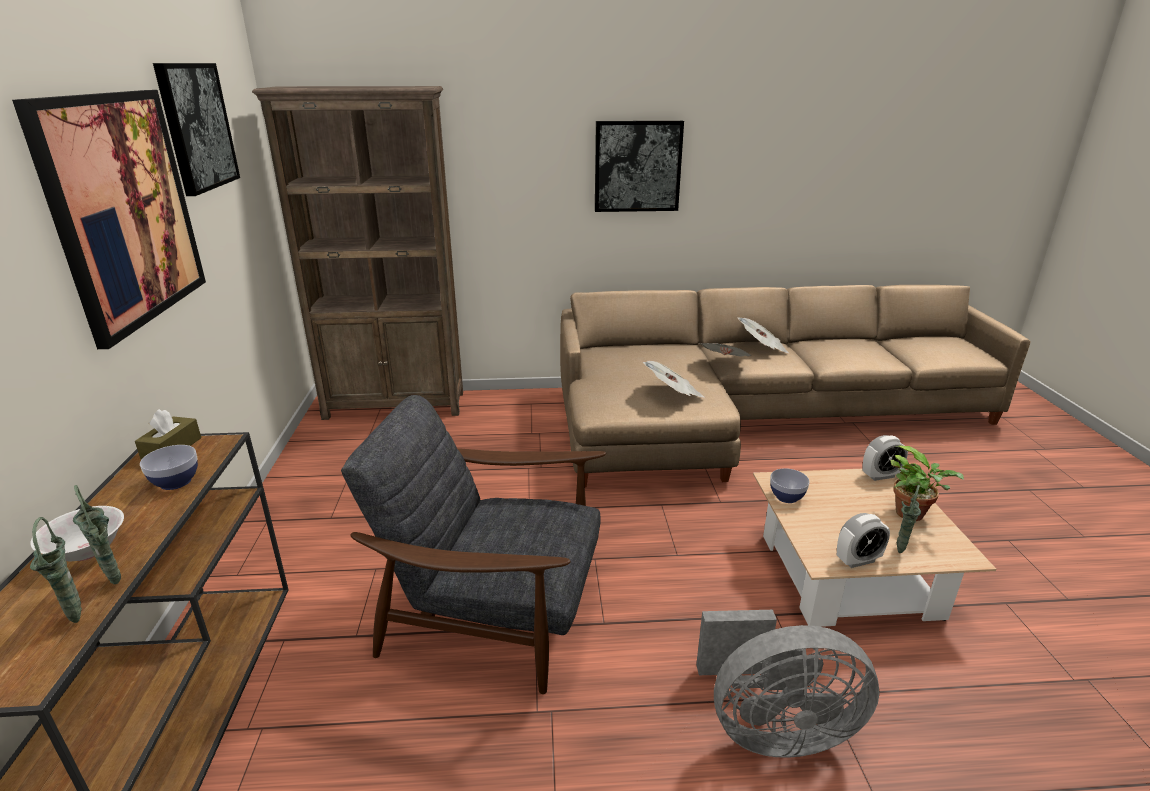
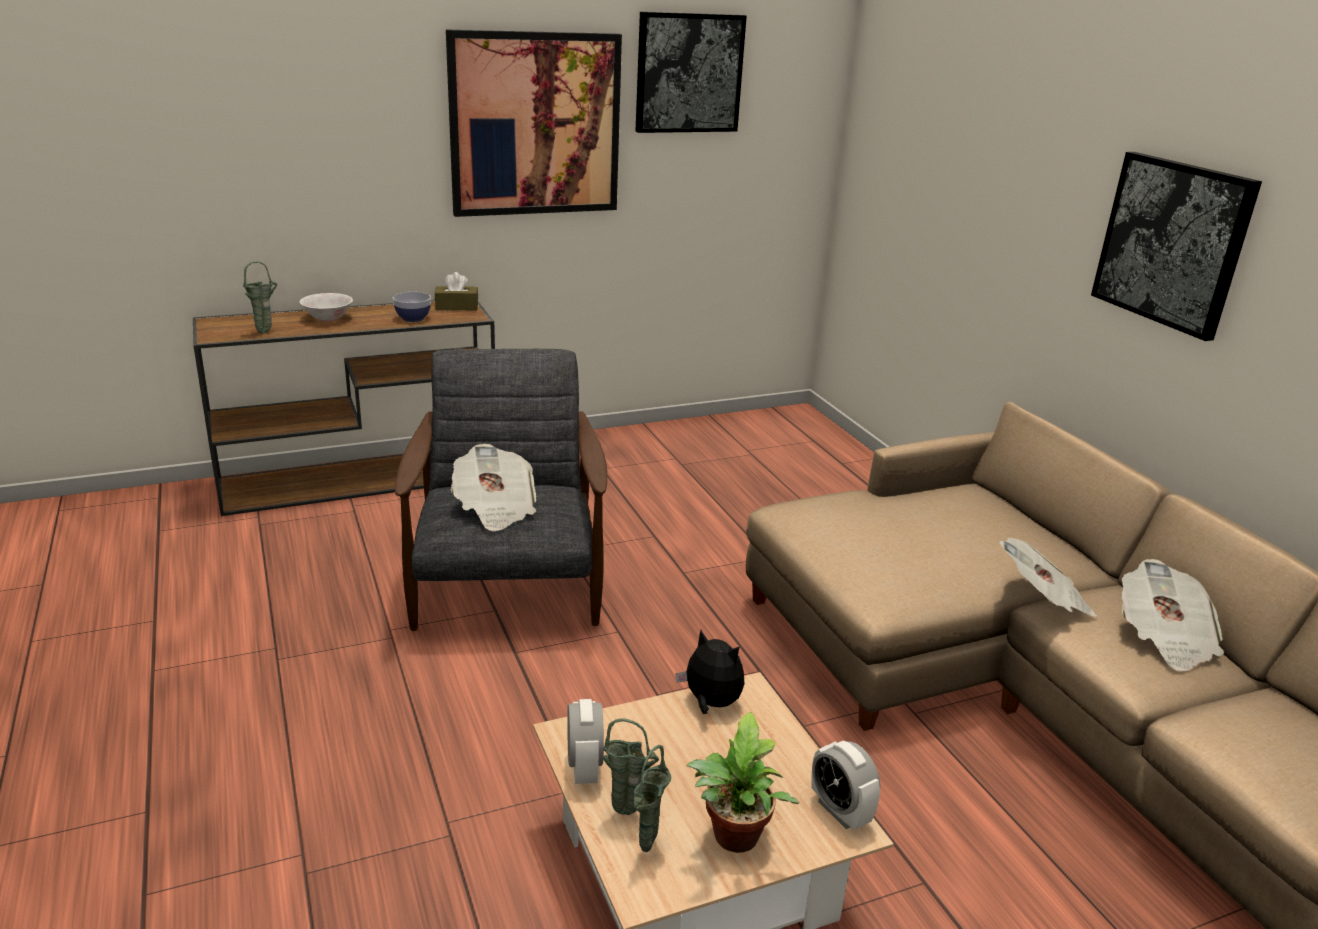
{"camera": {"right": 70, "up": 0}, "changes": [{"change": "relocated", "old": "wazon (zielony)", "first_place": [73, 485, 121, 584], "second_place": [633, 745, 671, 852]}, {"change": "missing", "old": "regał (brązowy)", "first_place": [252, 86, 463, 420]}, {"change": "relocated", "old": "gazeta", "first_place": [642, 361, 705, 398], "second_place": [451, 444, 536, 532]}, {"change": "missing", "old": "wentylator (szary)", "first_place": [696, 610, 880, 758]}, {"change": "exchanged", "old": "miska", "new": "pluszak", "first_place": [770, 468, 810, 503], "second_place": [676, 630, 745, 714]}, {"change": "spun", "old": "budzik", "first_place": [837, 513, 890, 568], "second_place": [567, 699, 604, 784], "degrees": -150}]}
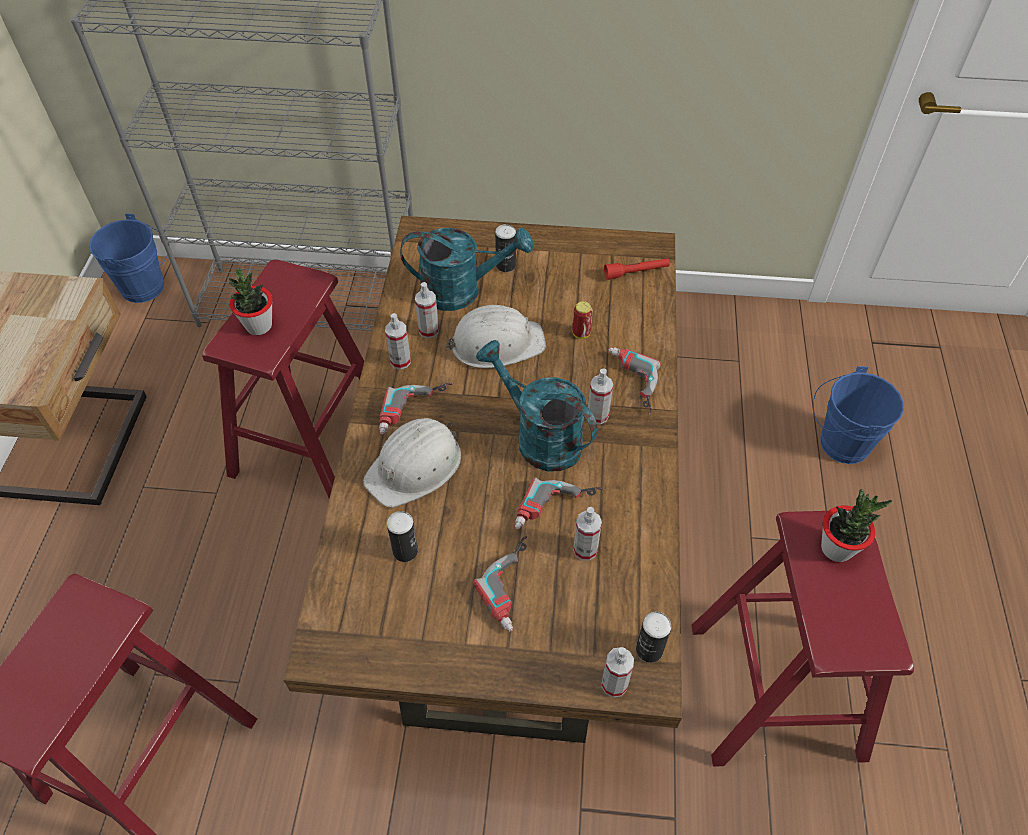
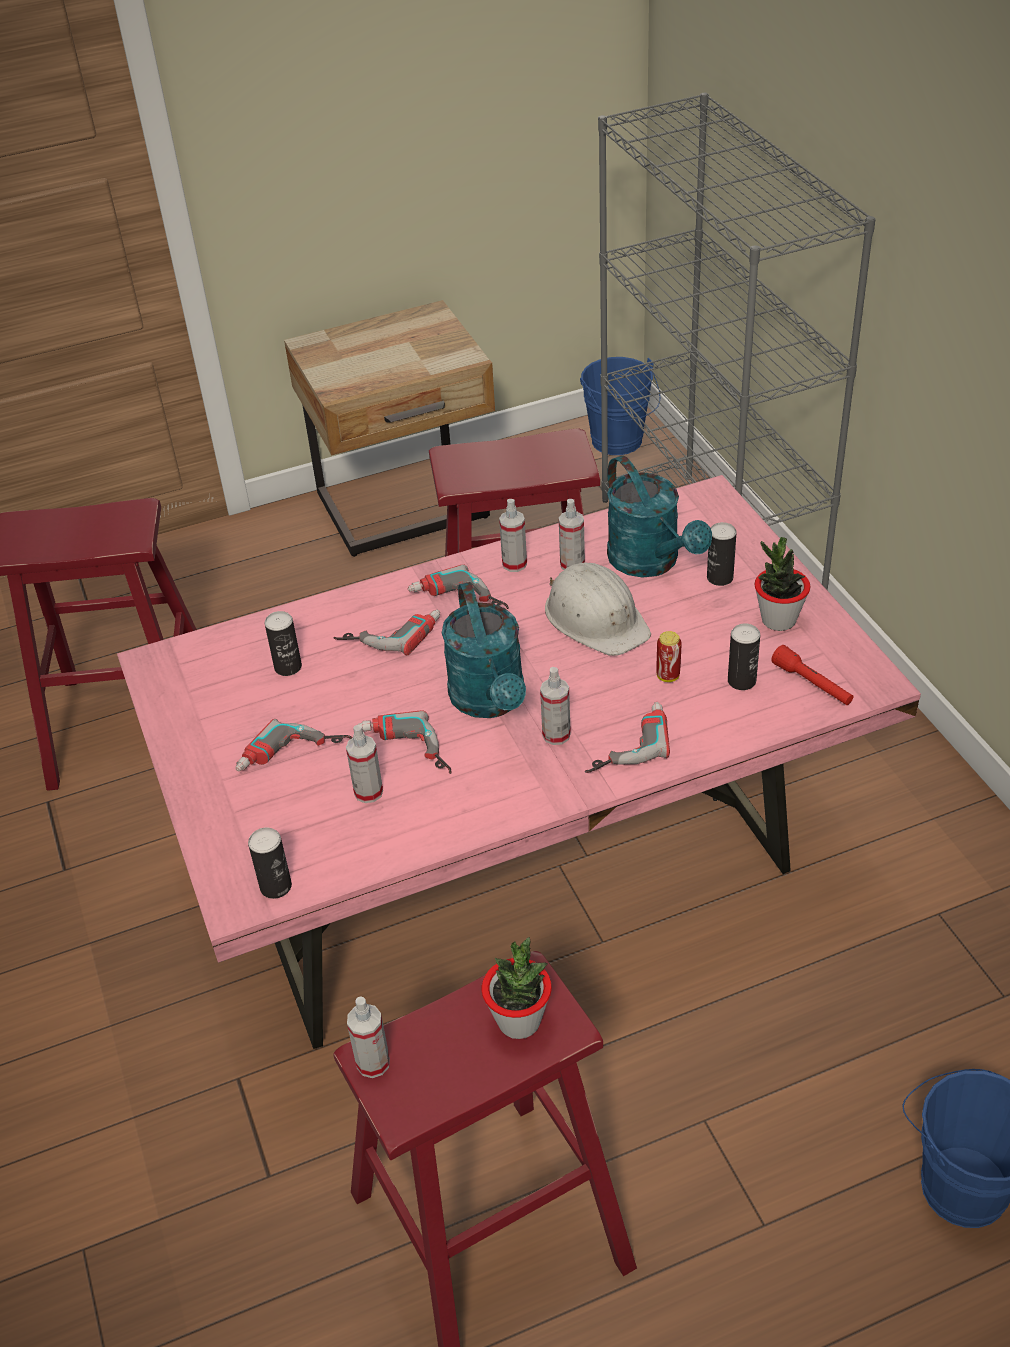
{"camera": {"right": 65, "up": -10}, "changes": [{"change": "relocated", "old": "roślina doniczkowa", "first_place": [229, 268, 273, 335], "second_place": [755, 537, 810, 631]}, {"change": "colour", "old": "stół jadalny (brązowy)", "new": "stół jadalny (różowy)", "first_place": [283, 216, 682, 743], "second_place": [117, 475, 921, 1049]}, {"change": "exchanged", "old": "kask (biały)", "new": "wiertarka", "first_place": [363, 418, 461, 508], "second_place": [333, 610, 440, 655]}, {"change": "spun", "old": "konewka (turkusowy)", "first_place": [476, 340, 598, 472], "second_place": [442, 582, 526, 718], "degrees": 150}, {"change": "relocated", "old": "spryskiwacz", "first_place": [601, 647, 634, 697], "second_place": [347, 996, 390, 1078]}, {"change": "appeared", "new": "puszka", "second_place": [728, 623, 760, 690]}]}
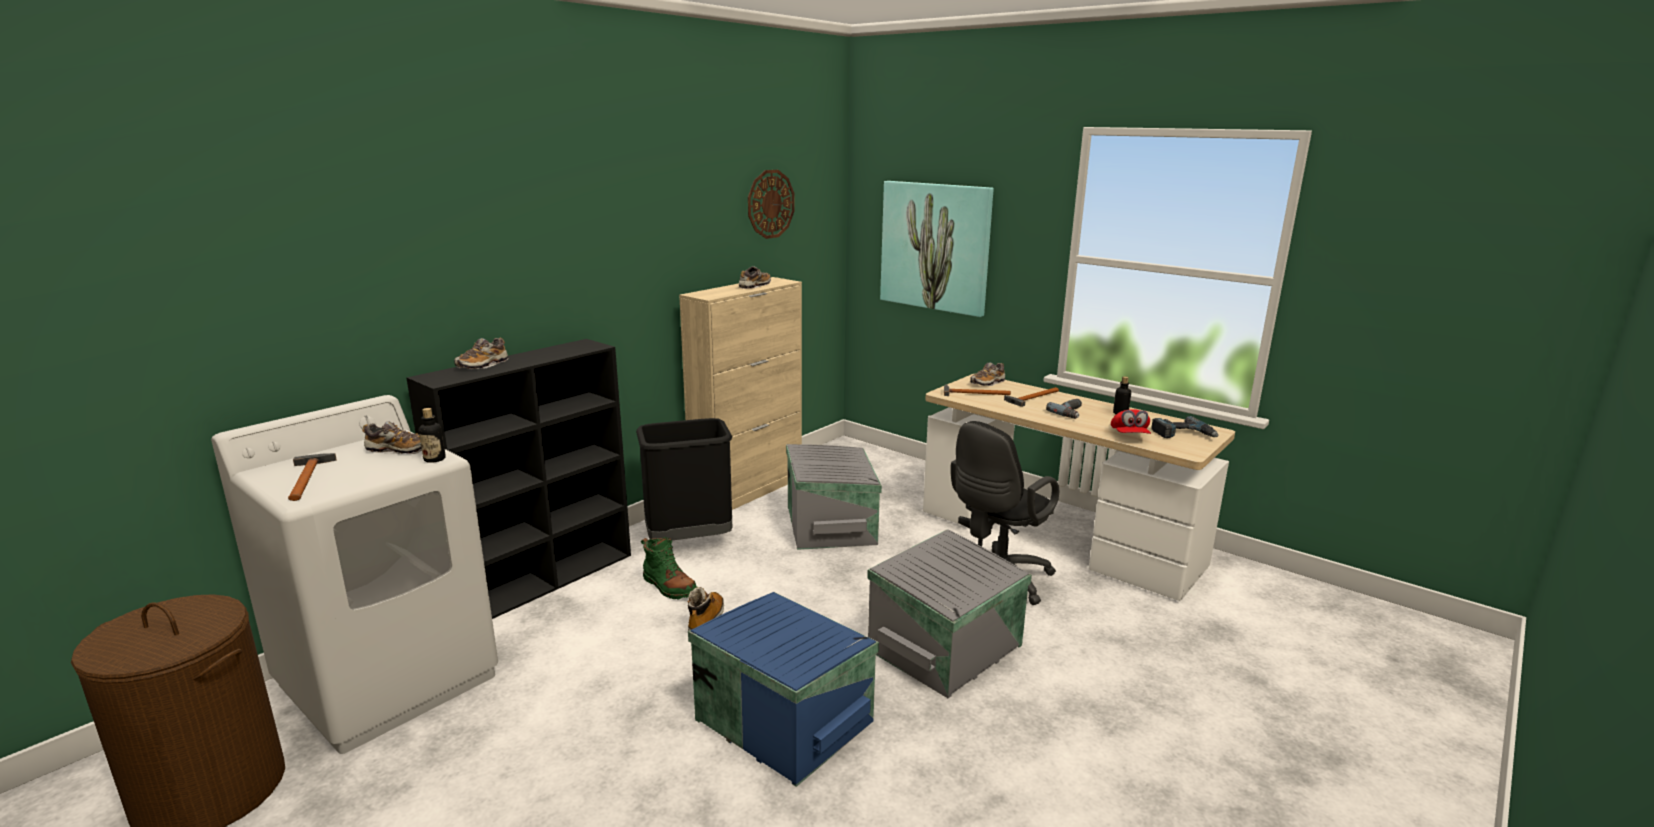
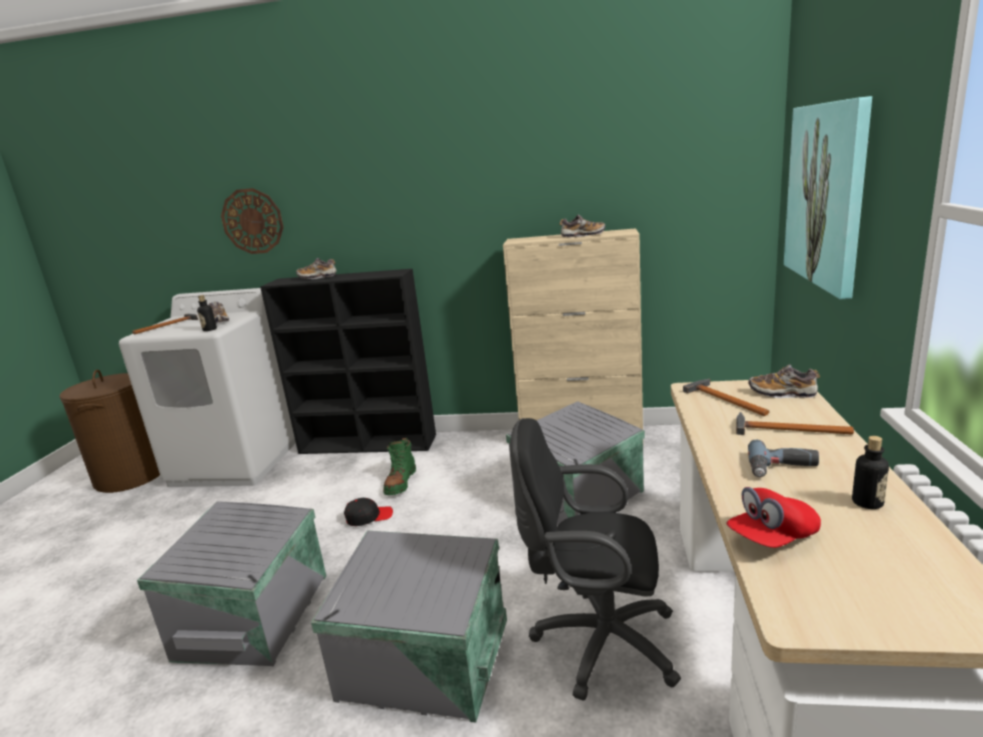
{"camera": {"right": 60, "up": 0}, "changes": [{"change": "missing", "old": "kosz na śmieci (czarny)", "first_place": [636, 418, 732, 540]}, {"change": "exchanged", "old": "but z cholewką", "new": "czapka z daszkiem (czarny)", "first_place": [688, 587, 724, 631], "second_place": [344, 498, 393, 526]}, {"change": "colour", "old": "pojemnik do przechowywania (niebieski)", "new": "pojemnik do przechowywania (szary)", "first_place": [688, 592, 879, 787], "second_place": [137, 501, 326, 666]}, {"change": "relocated", "old": "zegar ścienny", "first_place": [748, 170, 795, 239], "second_place": [221, 188, 284, 254]}, {"change": "missing", "old": "wiertarka", "first_place": [1151, 416, 1218, 438]}]}
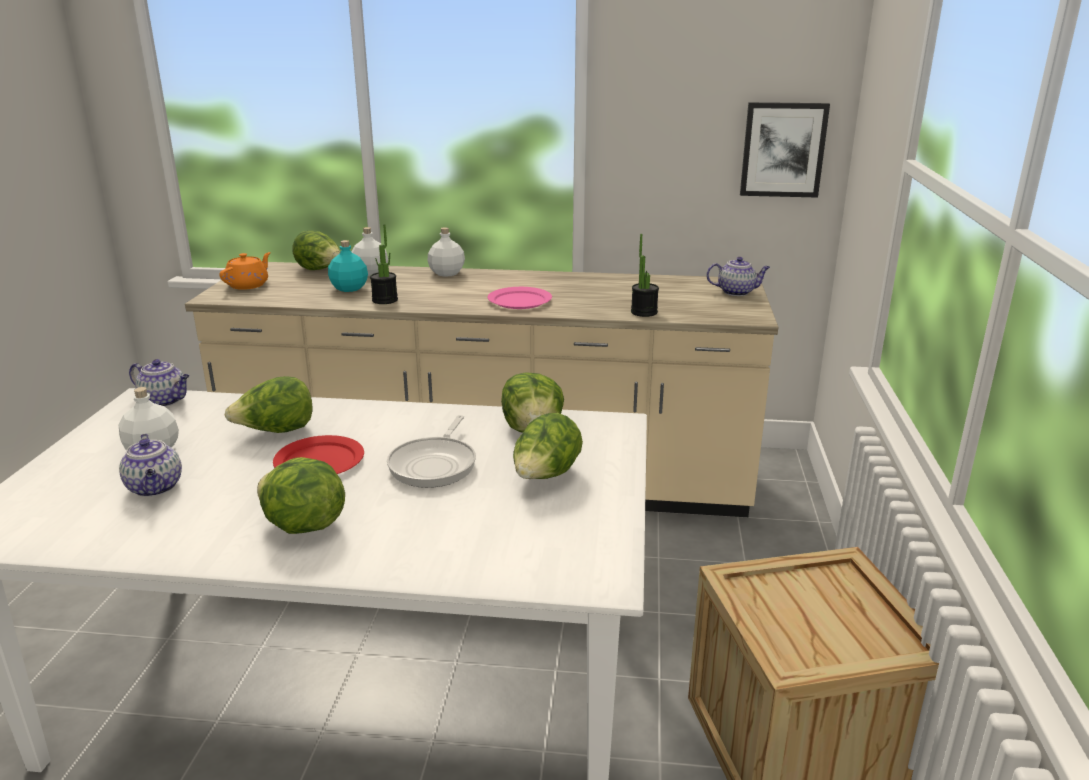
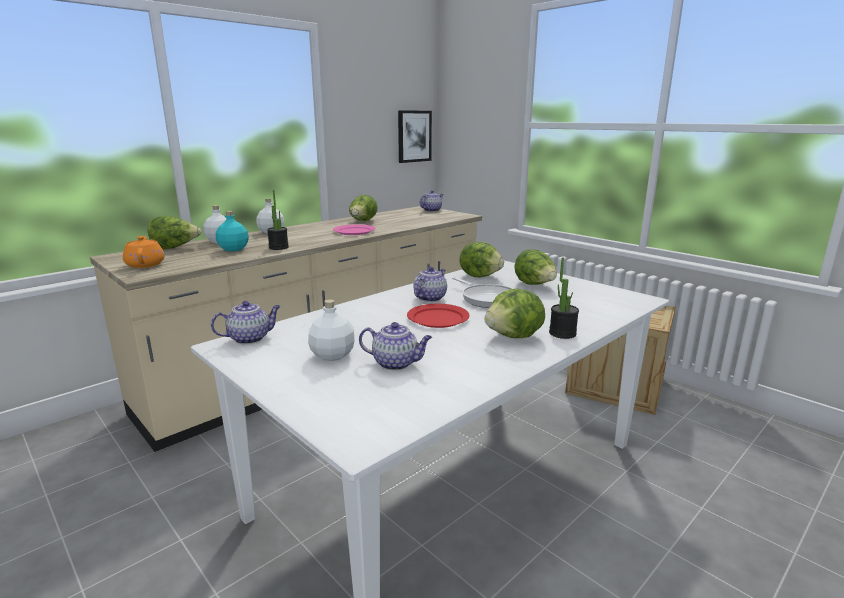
{"camera": {"right": -50, "up": -5}, "changes": [{"change": "relocated", "old": "sałata", "first_place": [224, 376, 313, 433], "second_place": [349, 195, 378, 221]}, {"change": "relocated", "old": "roślina doniczkowa", "first_place": [631, 234, 659, 317], "second_place": [549, 258, 579, 339]}, {"change": "appeared", "new": "imbryk", "second_place": [413, 267, 447, 302]}]}
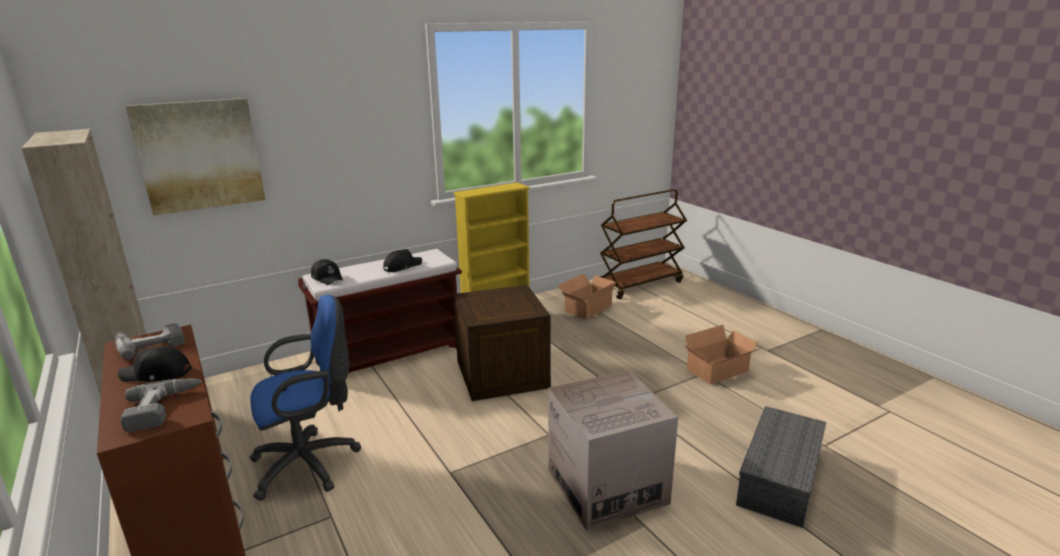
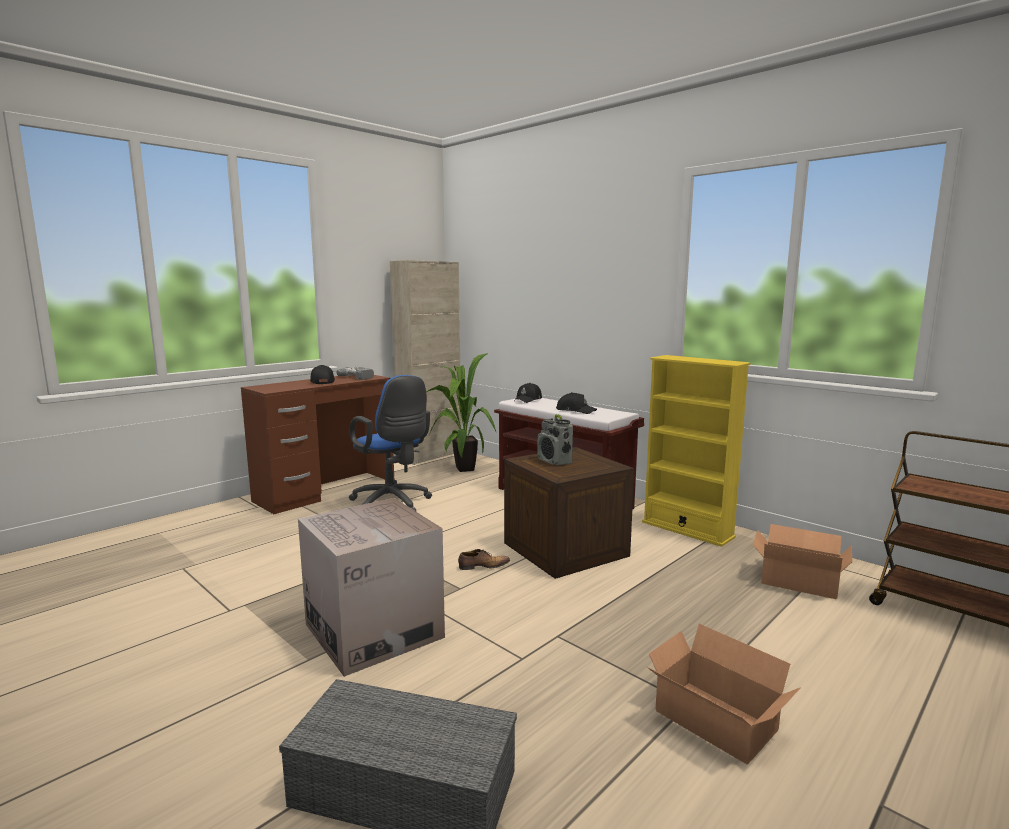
{"camera": {"right": 75, "up": -10}, "changes": [{"change": "missing", "old": "wiertarka", "first_place": [120, 378, 202, 432]}, {"change": "missing", "old": "obraz", "first_place": [126, 98, 265, 215]}, {"change": "appeared", "new": "roślina doniczkowa", "second_place": [426, 354, 496, 472]}, {"change": "appeared", "new": "but", "second_place": [458, 549, 510, 570]}, {"change": "appeared", "new": "radio", "second_place": [537, 414, 573, 465]}]}
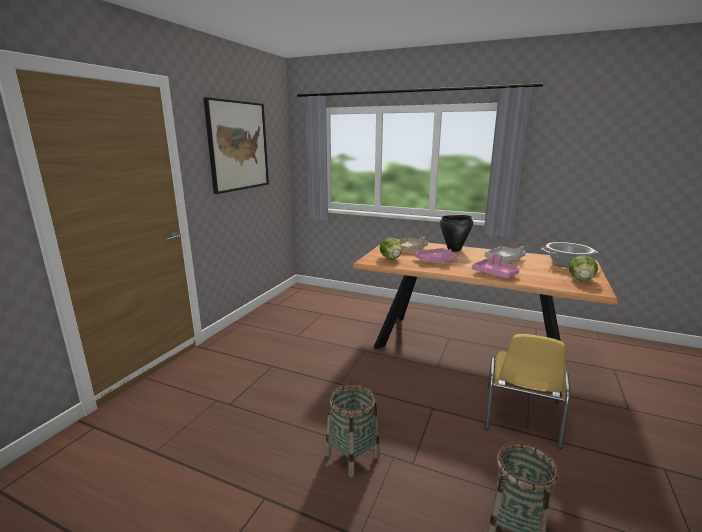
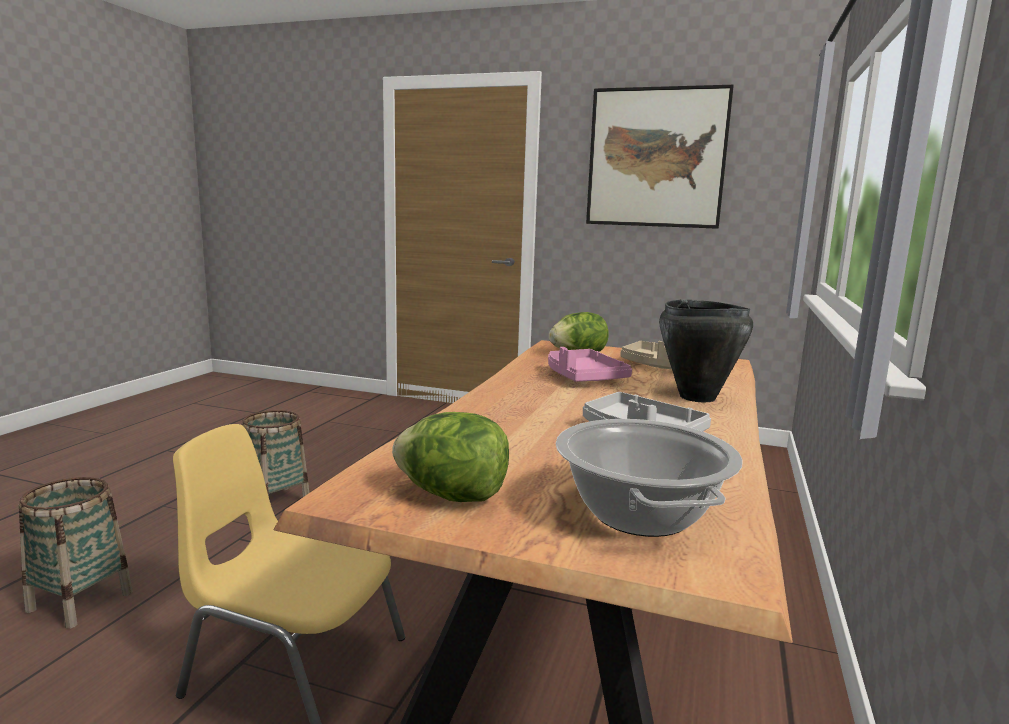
{"camera": {"right": 85, "up": -5}, "changes": [{"change": "missing", "old": "taca (różowy)", "first_place": [472, 254, 520, 278]}]}
